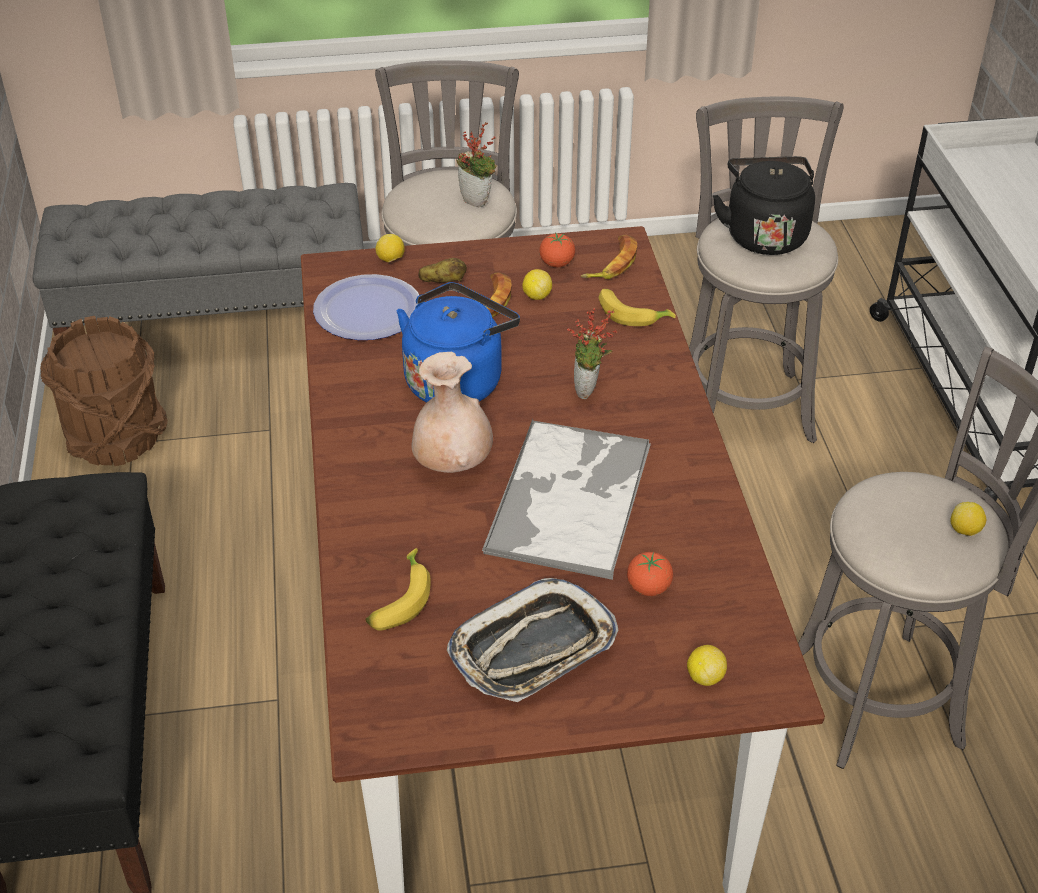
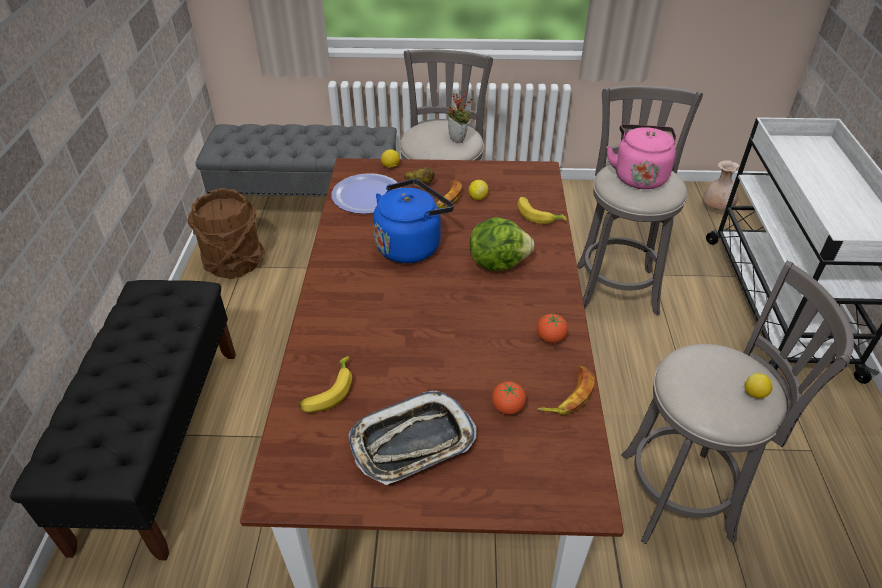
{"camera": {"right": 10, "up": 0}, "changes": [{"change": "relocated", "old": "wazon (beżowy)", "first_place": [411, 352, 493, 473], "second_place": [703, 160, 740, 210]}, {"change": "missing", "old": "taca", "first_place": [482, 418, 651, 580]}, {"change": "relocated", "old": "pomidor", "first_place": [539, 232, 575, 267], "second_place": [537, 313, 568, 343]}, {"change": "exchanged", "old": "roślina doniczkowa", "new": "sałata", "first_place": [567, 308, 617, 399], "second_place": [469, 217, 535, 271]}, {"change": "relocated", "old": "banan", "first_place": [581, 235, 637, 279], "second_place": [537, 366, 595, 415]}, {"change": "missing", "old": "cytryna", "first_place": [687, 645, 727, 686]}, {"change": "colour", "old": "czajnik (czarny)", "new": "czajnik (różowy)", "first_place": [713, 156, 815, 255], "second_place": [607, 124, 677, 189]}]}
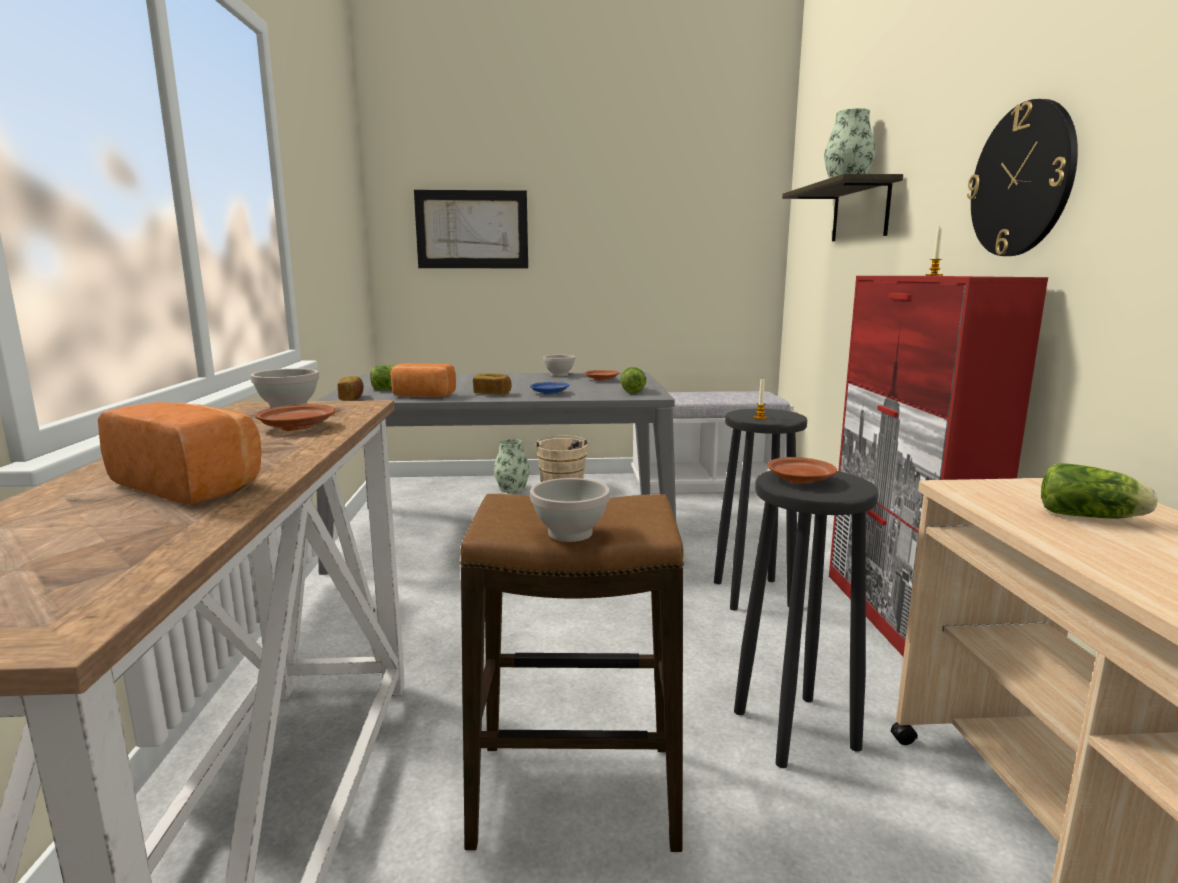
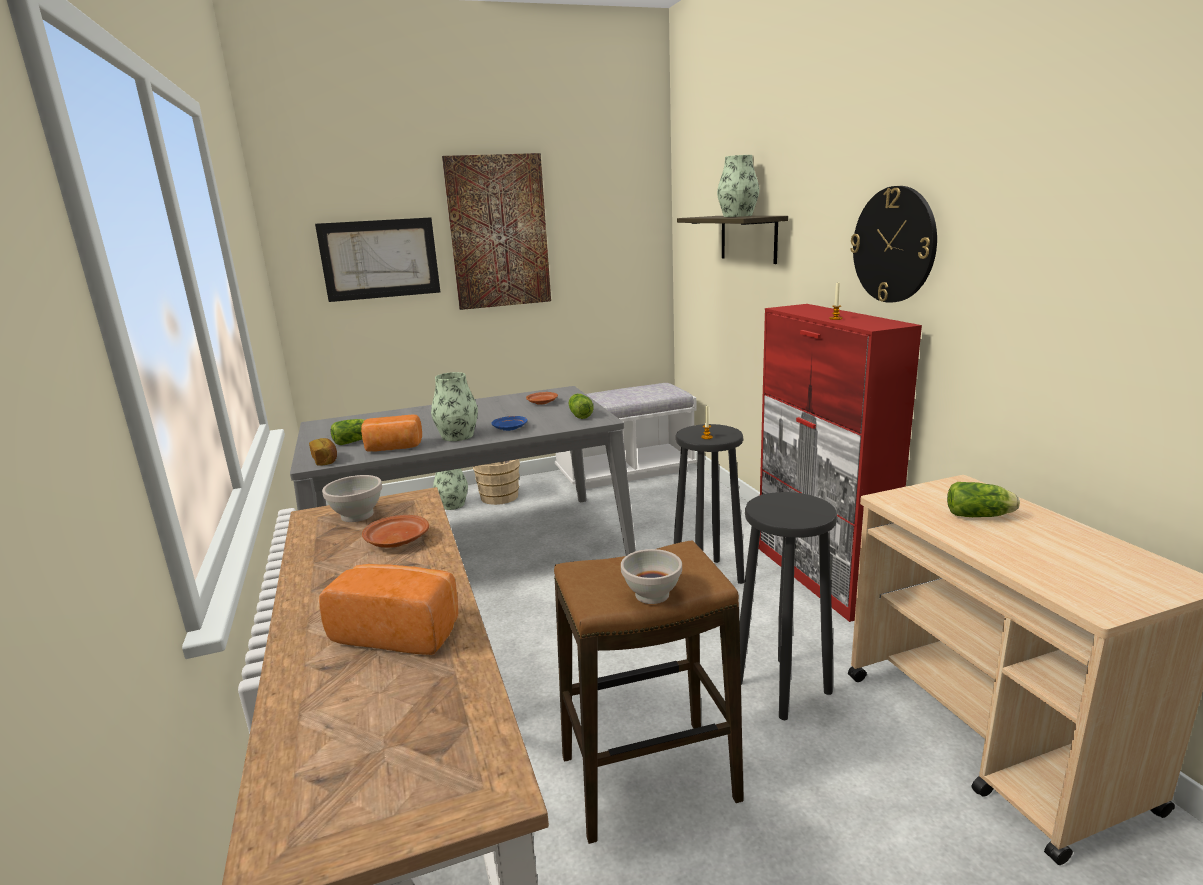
{"camera": {"right": -15, "up": 5}, "changes": [{"change": "exchanged", "old": "chleb", "new": "wazon", "first_place": [473, 373, 512, 395], "second_place": [431, 372, 478, 441]}, {"change": "missing", "old": "miska (biały)", "first_place": [543, 355, 575, 377]}, {"change": "missing", "old": "talerz (brązowy)", "first_place": [768, 457, 837, 484]}, {"change": "appeared", "new": "obraz", "second_place": [442, 153, 551, 310]}]}
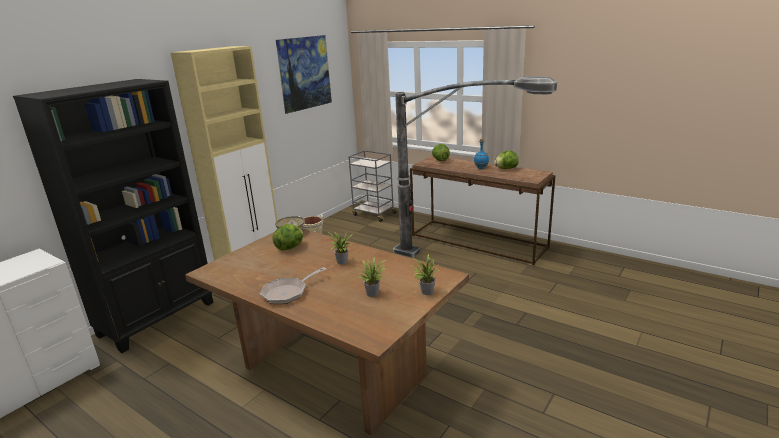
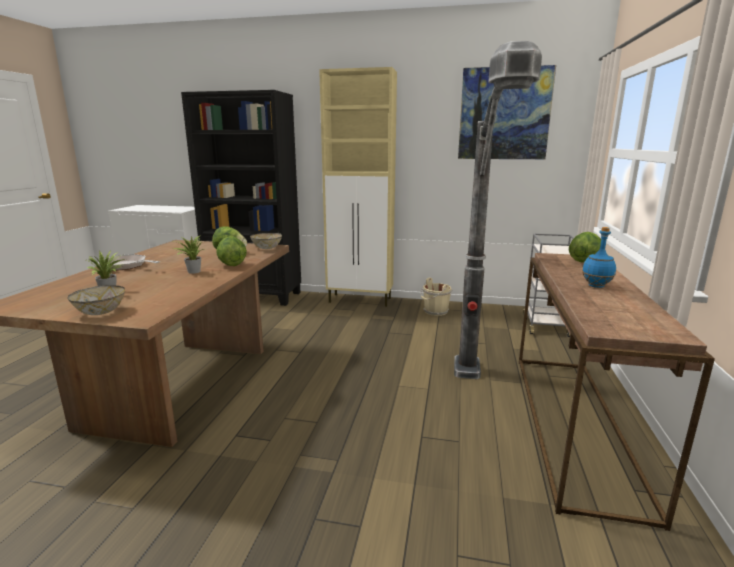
{"camera": {"right": 65, "up": -5}, "changes": [{"change": "exchanged", "old": "roślina doniczkowa", "new": "miska", "first_place": [412, 254, 441, 295], "second_place": [67, 285, 125, 315]}, {"change": "relocated", "old": "sałata", "first_place": [494, 151, 519, 169], "second_place": [216, 236, 247, 266]}]}
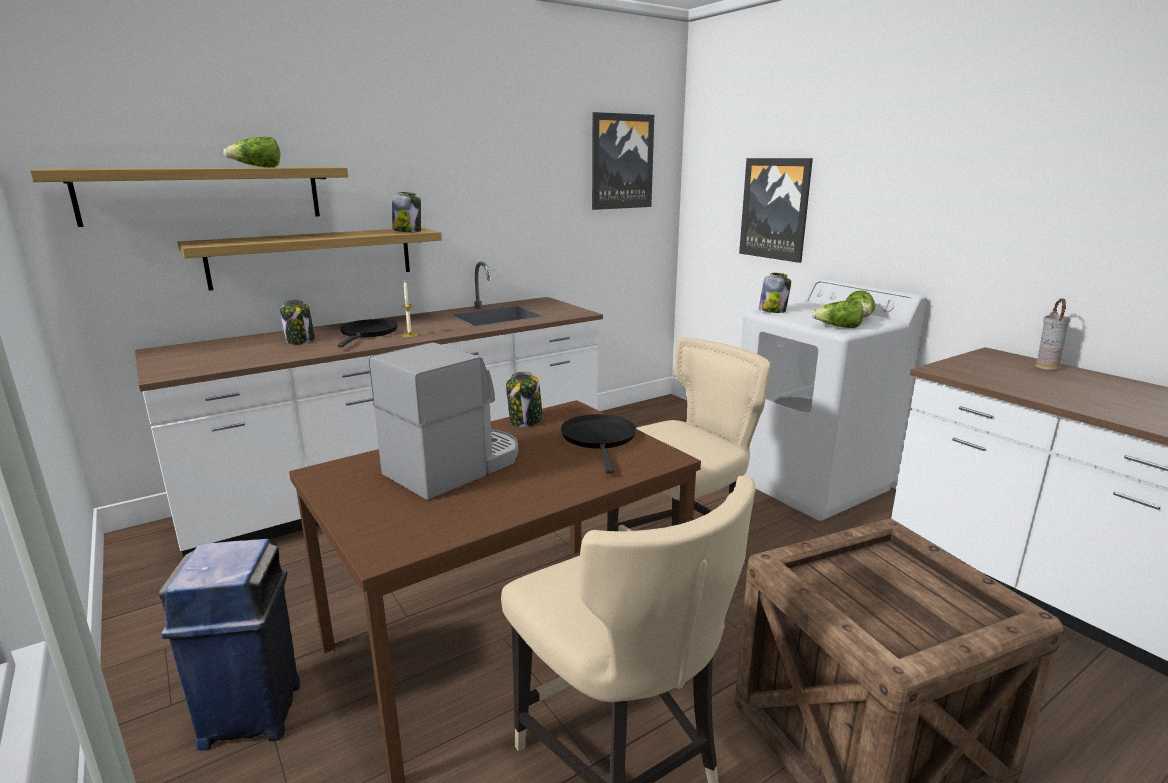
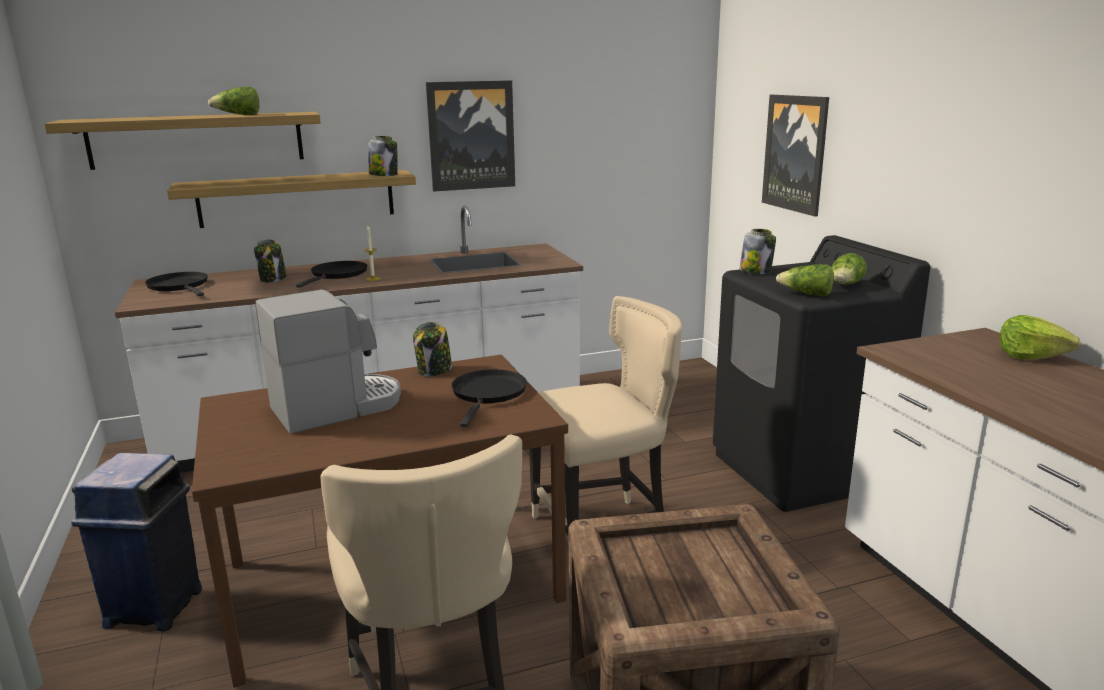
{"camera": {"right": 15, "up": 0}, "changes": [{"change": "relocated", "old": "obraz", "first_place": [592, 112, 654, 210], "second_place": [426, 80, 515, 192]}, {"change": "colour", "old": "pralka (biały)", "new": "pralka (czarny)", "first_place": [741, 278, 927, 521], "second_place": [713, 235, 930, 512]}, {"change": "exchanged", "old": "wazon", "new": "sałata", "first_place": [1035, 298, 1070, 370], "second_place": [1000, 315, 1080, 360]}, {"change": "appeared", "new": "patelnia (czarny)", "second_place": [145, 272, 208, 296]}]}
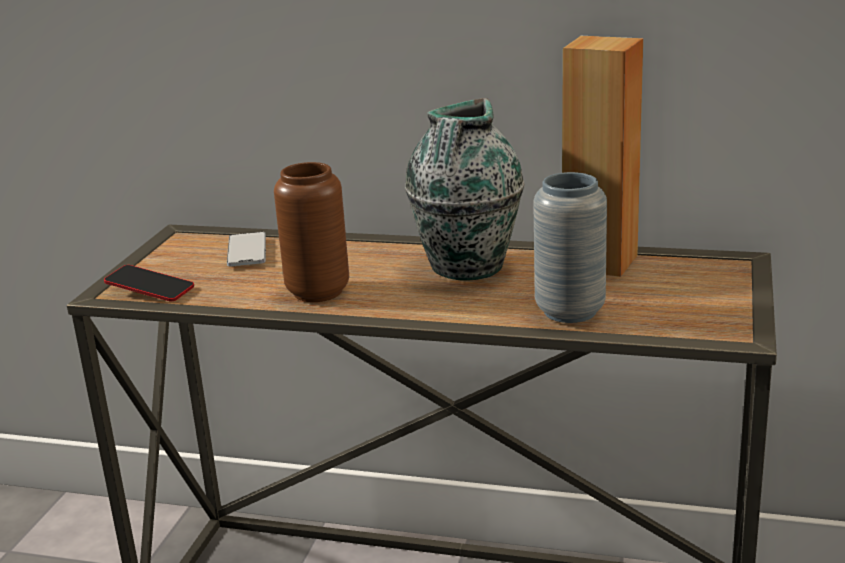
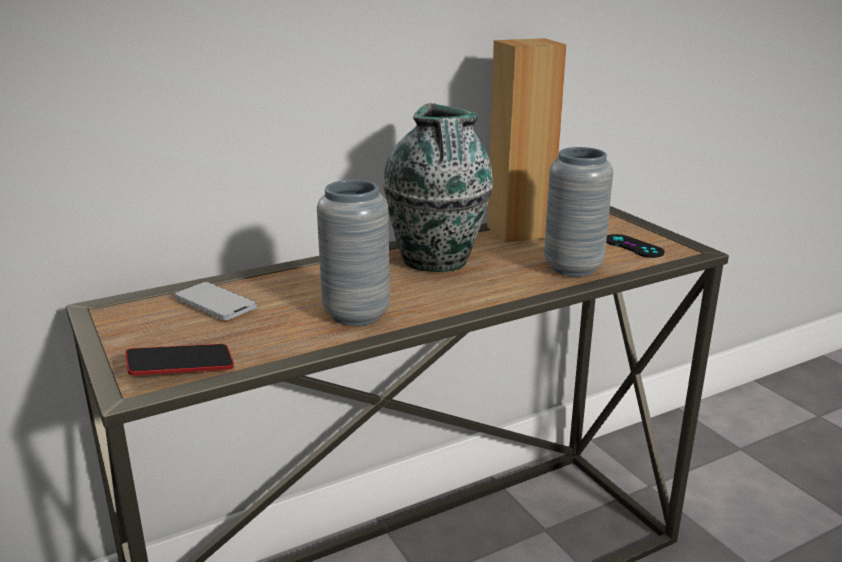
{"camera": {"right": -45, "up": 0}, "changes": [{"change": "colour", "old": "wazon (brązowy)", "new": "wazon (szary)", "first_place": [274, 162, 349, 302], "second_place": [317, 180, 390, 326]}, {"change": "appeared", "new": "pad do gier (czarny)", "second_place": [606, 234, 665, 258]}]}
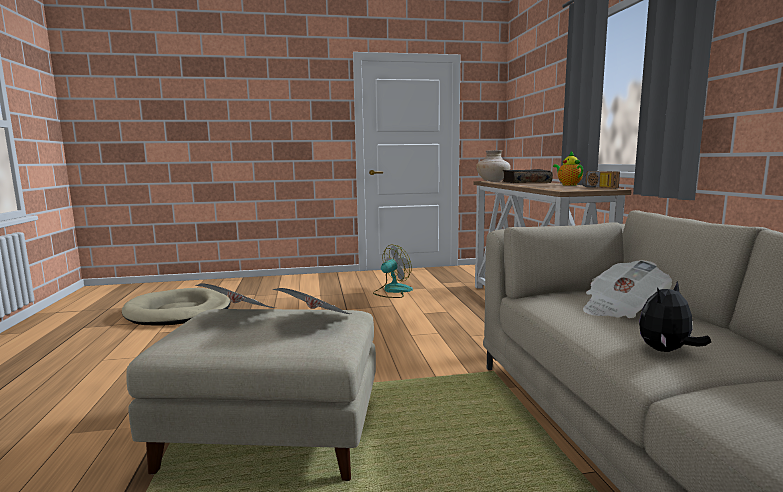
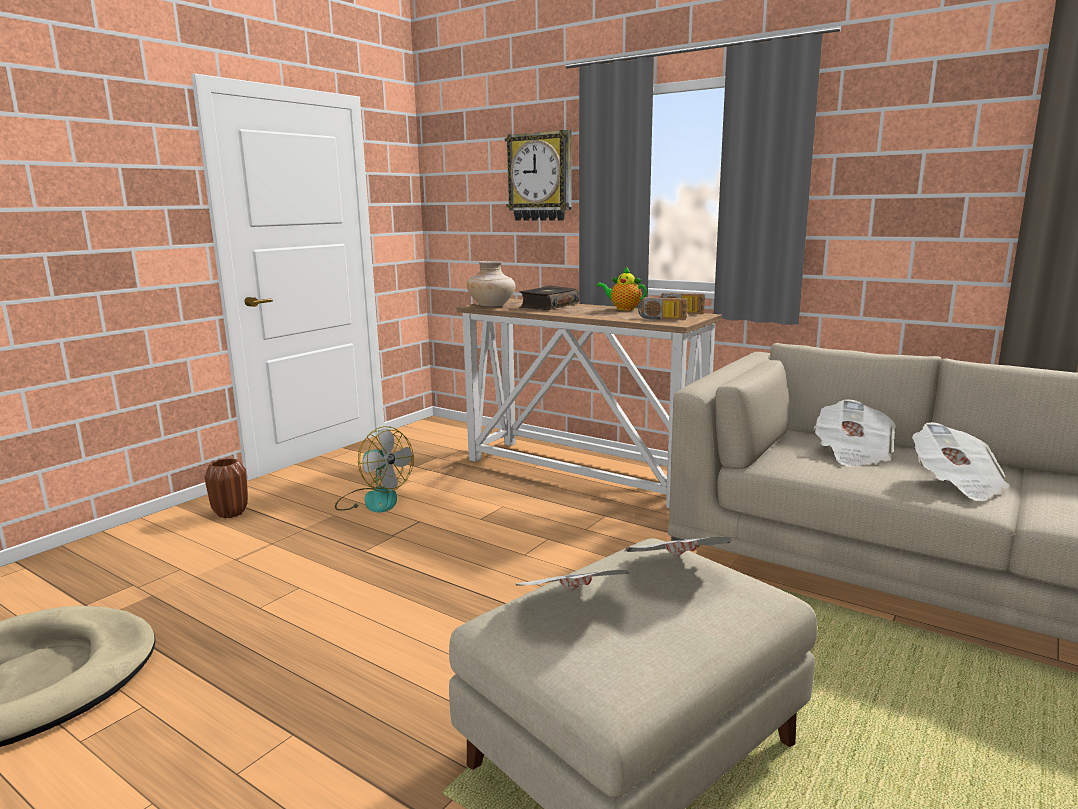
{"camera": {"right": -45, "up": 5}, "changes": [{"change": "spun", "old": "wentylator", "first_place": [373, 244, 413, 298], "second_place": [335, 426, 414, 513], "degrees": 120}, {"change": "exchanged", "old": "pluszak", "new": "gazeta", "first_place": [639, 281, 711, 352], "second_place": [912, 422, 1010, 502]}, {"change": "appeared", "new": "wazon (brązowy)", "second_place": [205, 458, 248, 518]}, {"change": "appeared", "new": "zegar ścienny", "second_place": [505, 130, 572, 221]}, {"change": "appeared", "new": "radio", "second_place": [638, 297, 688, 320]}]}
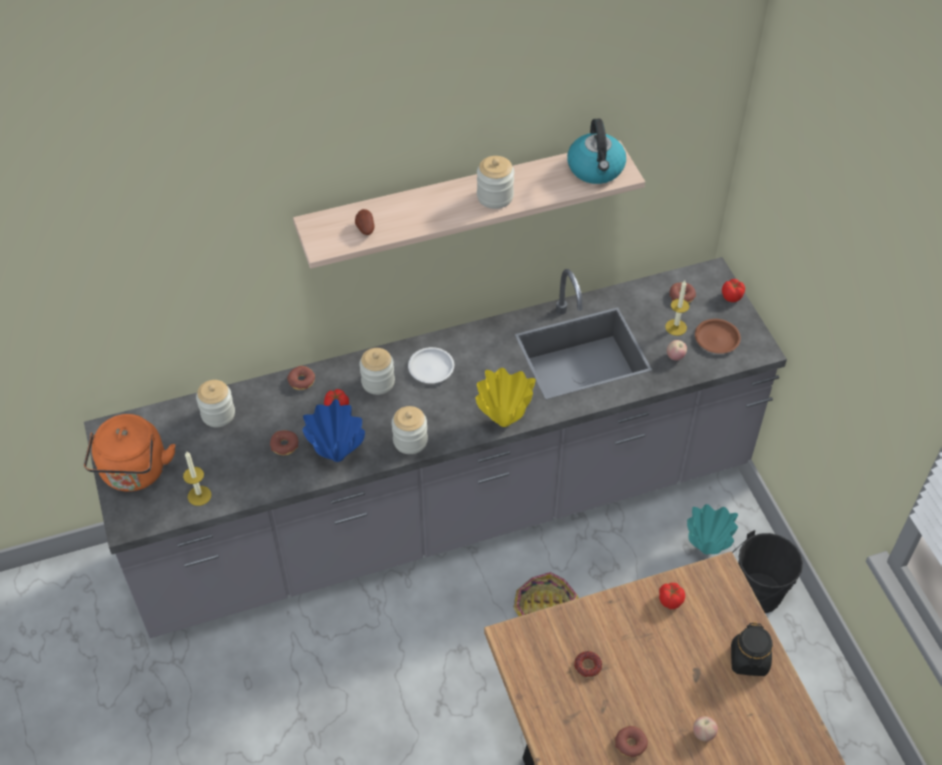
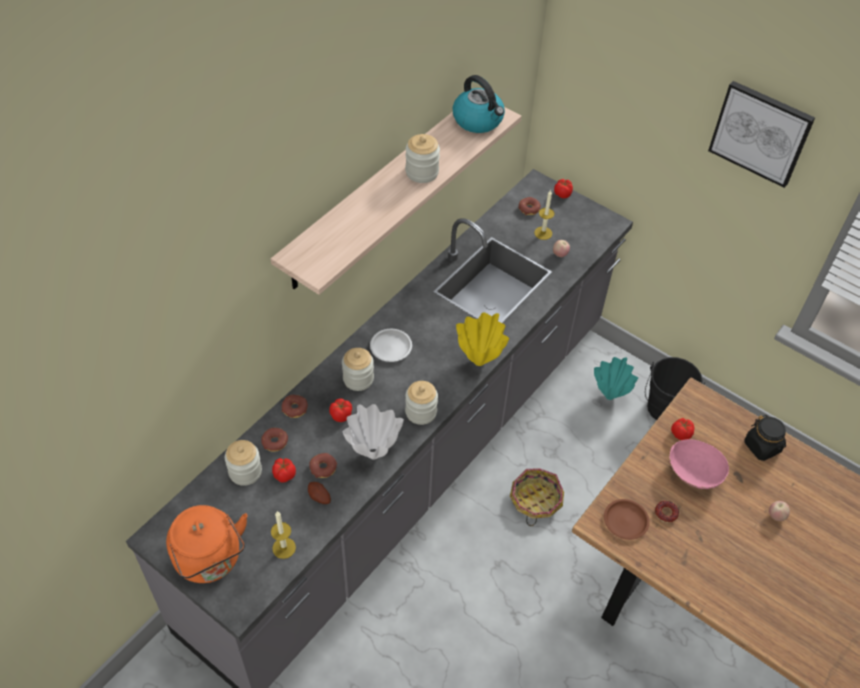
{"camera": {"right": -35, "up": 0}, "changes": [{"change": "colour", "old": "wazon (niebieski)", "new": "wazon (biały)", "first_place": [302, 399, 365, 462], "second_place": [343, 404, 404, 459]}, {"change": "relocated", "old": "ziemniak", "first_place": [355, 209, 374, 235], "second_place": [308, 482, 331, 504]}, {"change": "relocated", "old": "donut", "first_place": [615, 726, 648, 757], "second_place": [261, 428, 288, 452]}, {"change": "relocated", "old": "talerz (brązowy)", "first_place": [695, 319, 741, 354], "second_place": [604, 499, 650, 540]}, {"change": "appeared", "new": "pomidor", "second_place": [272, 458, 296, 483]}, {"change": "appeared", "new": "miska (różowy)", "second_place": [669, 439, 729, 489]}, {"change": "appeared", "new": "obraz", "second_place": [708, 81, 815, 188]}]}
